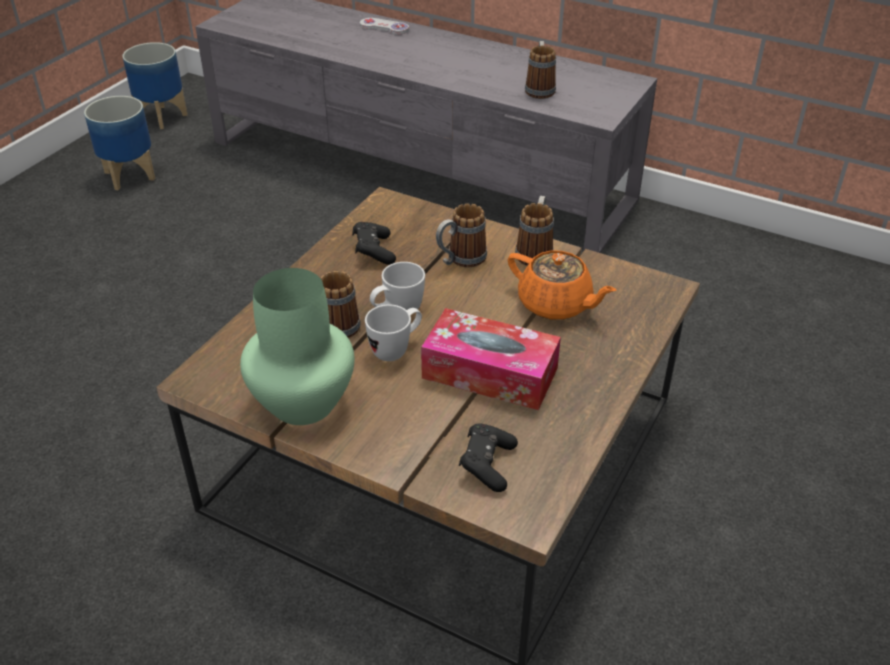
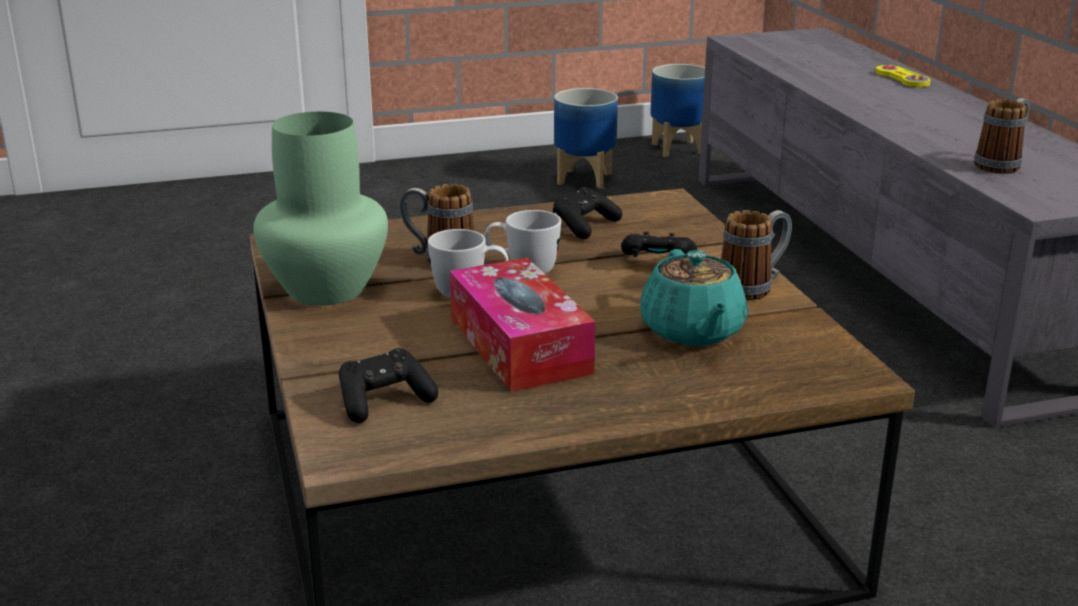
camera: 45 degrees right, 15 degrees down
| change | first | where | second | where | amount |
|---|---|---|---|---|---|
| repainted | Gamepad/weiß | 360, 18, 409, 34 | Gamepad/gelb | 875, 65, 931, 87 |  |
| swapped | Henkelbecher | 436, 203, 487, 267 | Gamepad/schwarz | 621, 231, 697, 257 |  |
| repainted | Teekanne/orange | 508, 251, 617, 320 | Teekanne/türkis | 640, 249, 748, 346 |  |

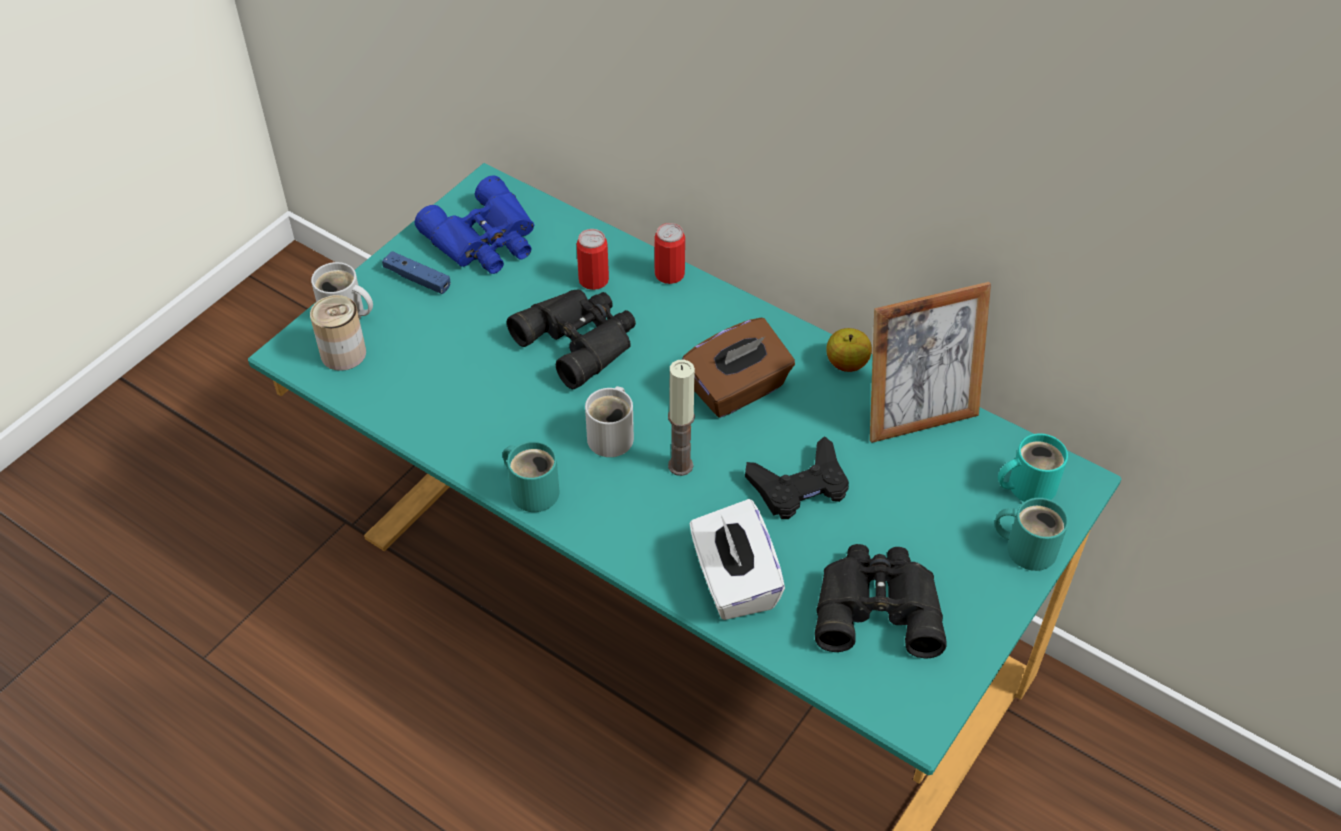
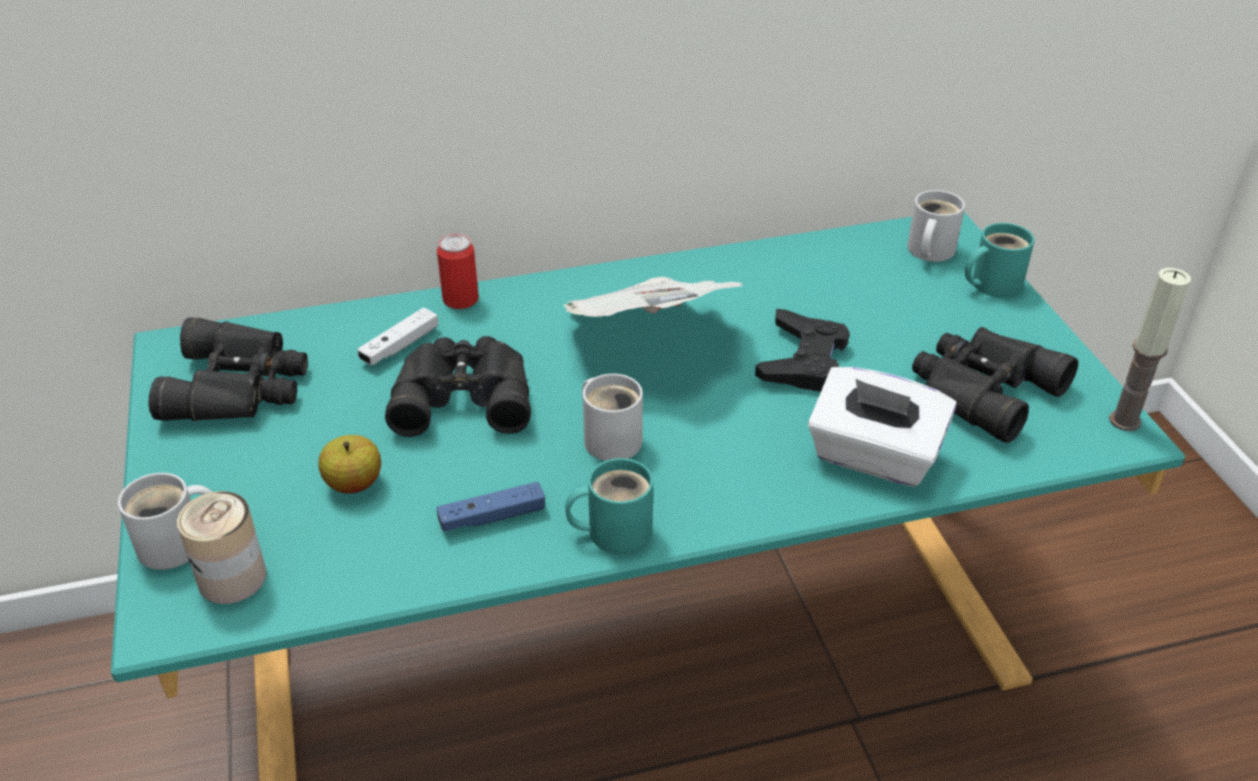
camera: 50 degrees left, 10 degrees down
| change | first | where | second | where | amount |
|---|---|---|---|---|---|
| repainted | Fernglas/blau | 415, 175, 535, 274 | Fernglas/schwarz | 149, 318, 308, 421 |  |
| swapped | Dose | 577, 229, 609, 290 | Gamepad/weiß | 357, 307, 438, 365 |  |
| shifted | Gamepad/blau | 382, 251, 450, 294 |  | 437, 482, 545, 532 |  |
| gone | Bilderrahmen | 870, 282, 991, 443 |  |  |  |
| swapped | Taschentuchbox/braun | 682, 318, 795, 418 | Zeitung | 563, 277, 742, 317 |  |
| shifted | Apfel | 827, 328, 872, 372 |  | 318, 435, 381, 493 |  |
| shifted | Kerze | 668, 359, 695, 476 |  | 1109, 268, 1191, 431 |  |
| repainted | Henkelbecher/türkis | 998, 433, 1068, 502 | Henkelbecher/weiß | 907, 190, 965, 262 |  |

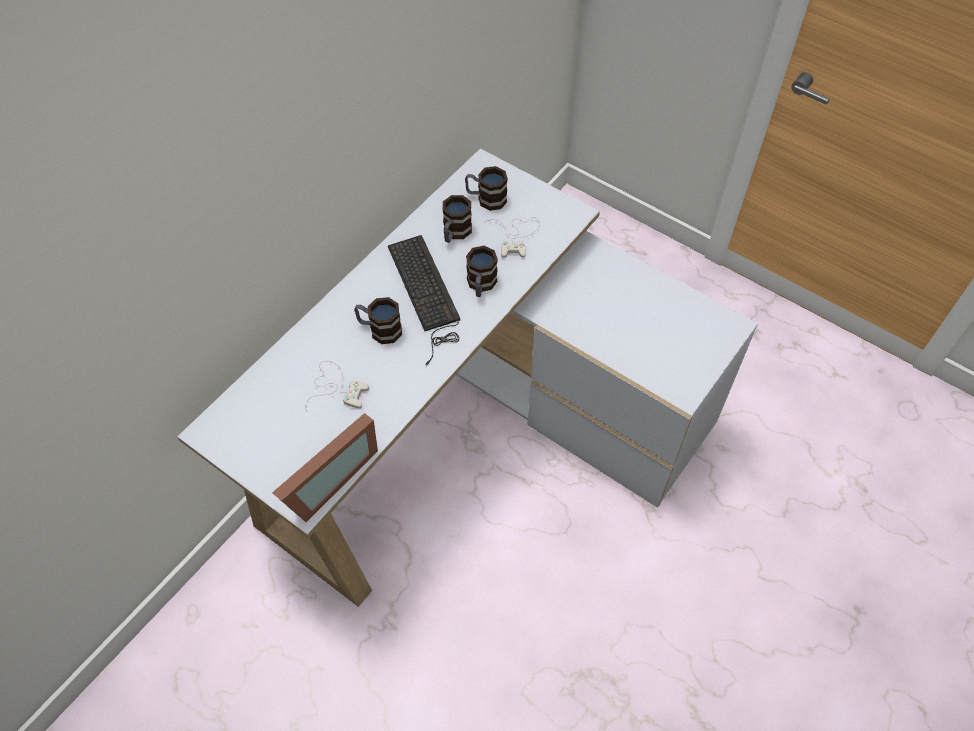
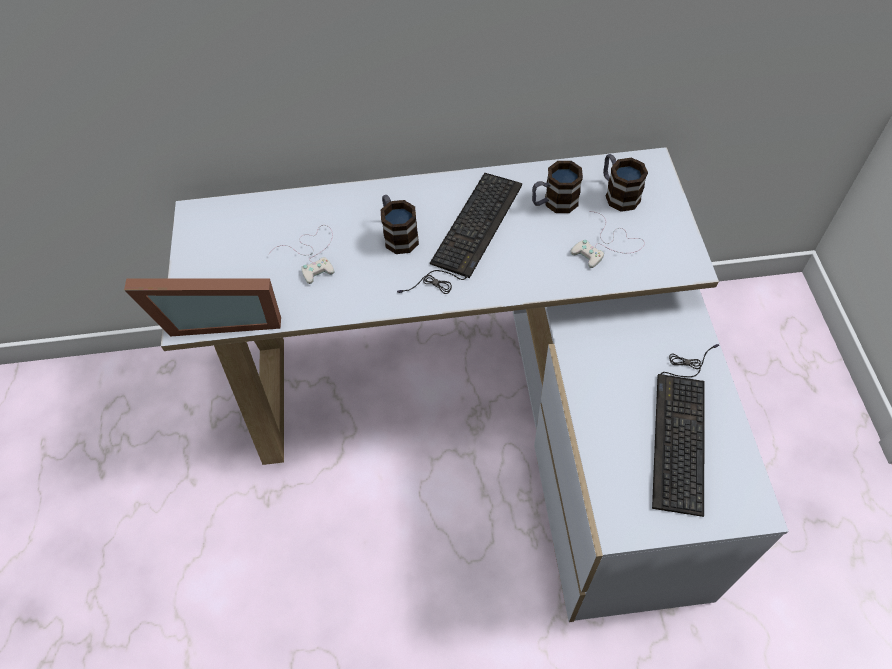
camera: 50 degrees right, 0 degrees up
| change | first | where | second | where | amount |
|---|---|---|---|---|---|
| gone | Henkelbecher | 466, 246, 498, 297 |  |  |  |
| new |  |  | Tastatur | 652, 344, 719, 517 |  |

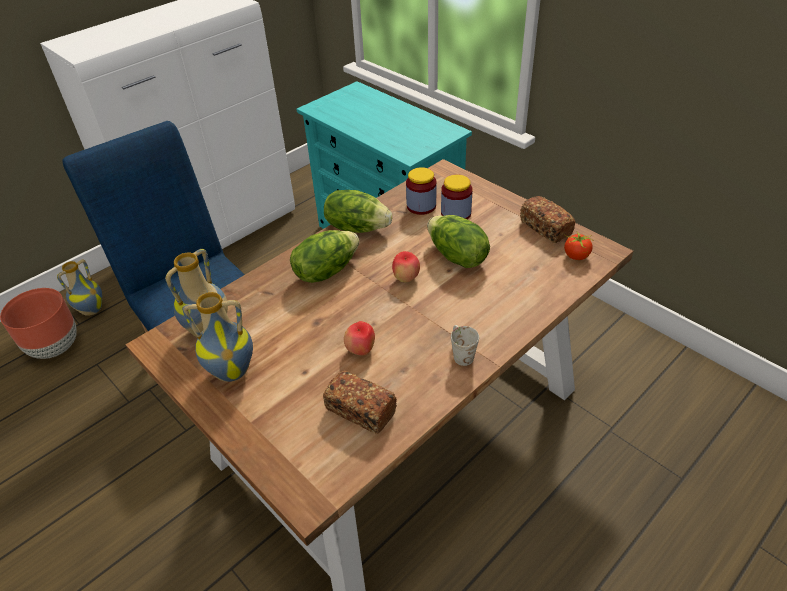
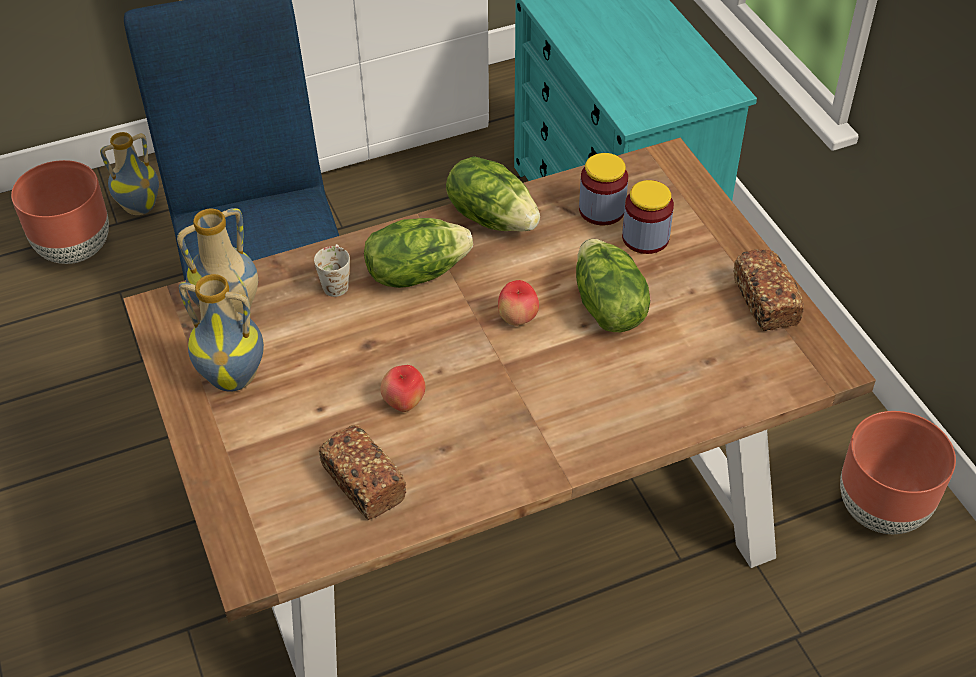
camera: 20 degrees right, 5 degrees up
| change | first | where | second | where | amount |
|---|---|---|---|---|---|
| gone | Tomate | 564, 232, 594, 260 |  |  |  |
| shifted | Henkelbecher/weiß | 451, 325, 479, 366 |  | 314, 244, 350, 297 |  |
| new |  |  | Pflanzkübel/braun | 840, 411, 956, 534 |  |

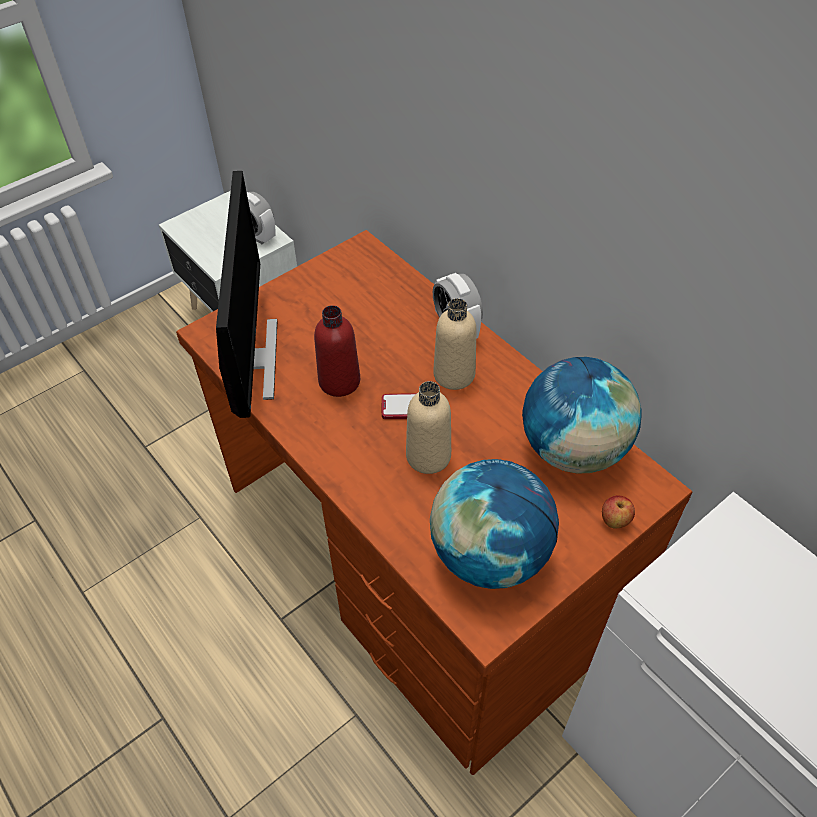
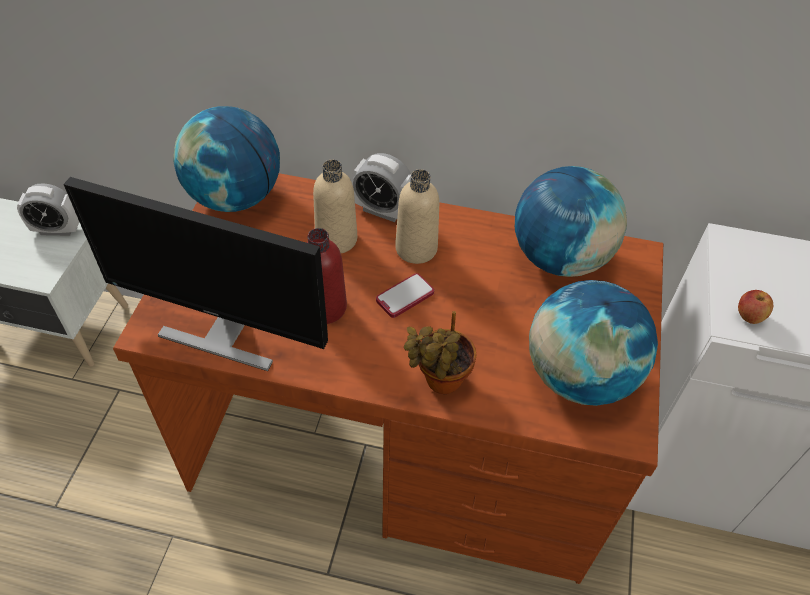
camera: 40 degrees left, 0 degrees up
| change | first | where | second | where | amount |
|---|---|---|---|---|---|
| rotated | Monitor | 216, 171, 277, 418 |  | 63, 177, 328, 371 | 150 degrees clockwise |
| shifted | Flasche/beige | 406, 381, 451, 474 |  | 313, 160, 357, 253 |  |
| shifted | Apfel | 602, 495, 635, 529 |  | 738, 290, 773, 324 |  |
| new |  |  | Globus | 173, 106, 280, 212 |  |
| new |  |  | Topfpflanze | 404, 311, 477, 394 |  |

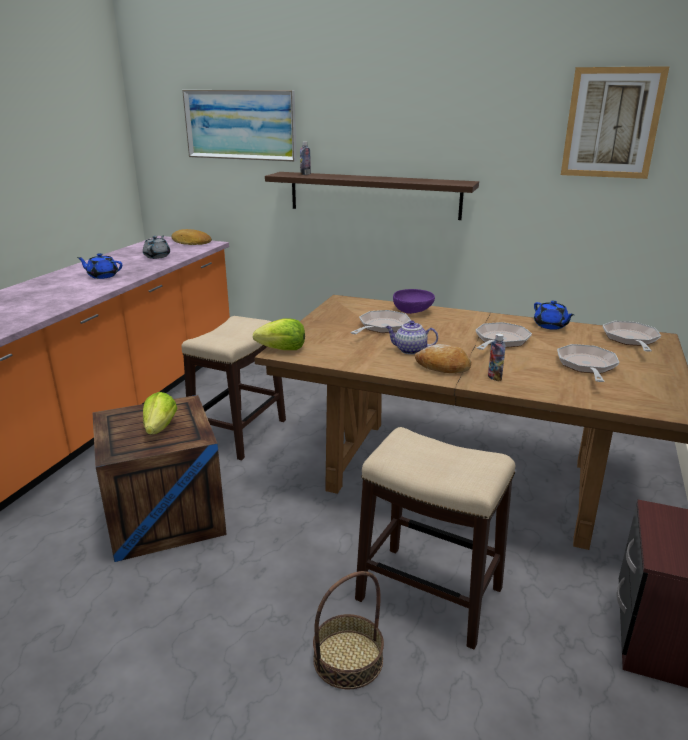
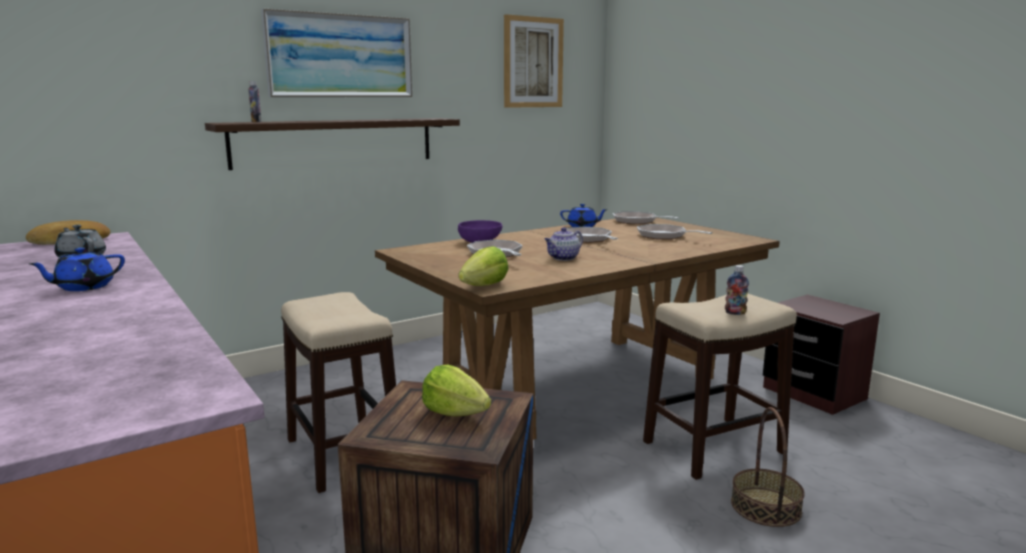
camera: 55 degrees left, 10 degrees down
| change | first | where | second | where | amount |
|---|---|---|---|---|---|
| shifted | Bild | 182, 90, 297, 162 |  | 261, 9, 412, 97 |  |
| shifted | Flasche | 488, 333, 506, 381 |  | 725, 265, 749, 315 |  |
| gone | Brot | 415, 344, 471, 373 |  |  |  |

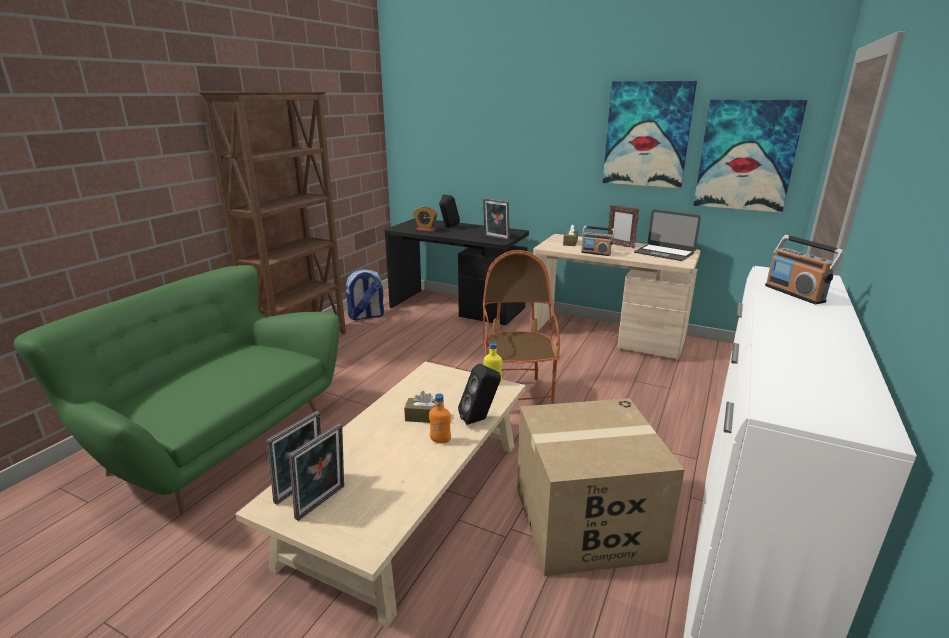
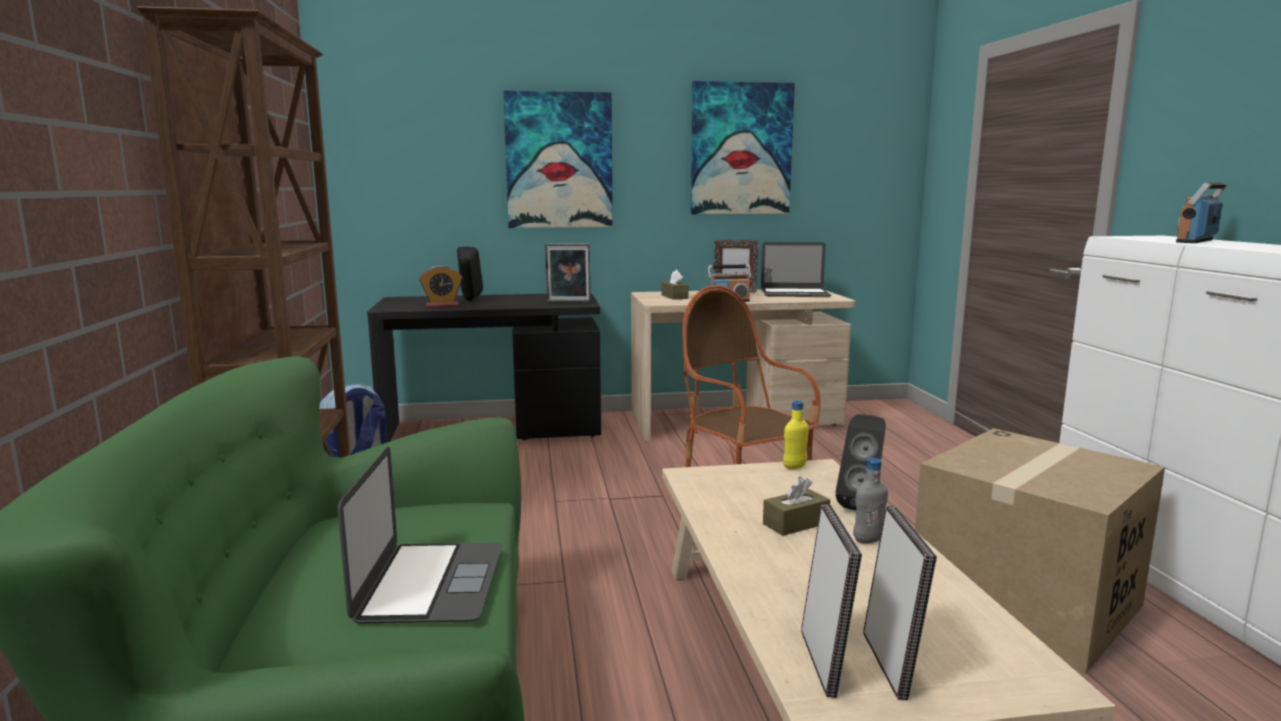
camera: 35 degrees left, 10 degrees down
| change | first | where | second | where | amount |
|---|---|---|---|---|---|
| shifted | Bild | 693, 99, 807, 213 |  | 503, 90, 613, 228 |  |
| rotated | Radio | 765, 235, 845, 304 |  | 1176, 182, 1227, 243 | 105 degrees clockwise |
| repainted | Flasche/orange | 429, 393, 451, 443 | Flasche/grau | 853, 458, 888, 544 |  |
| new |  |  | Laptop | 337, 447, 502, 624 |  |

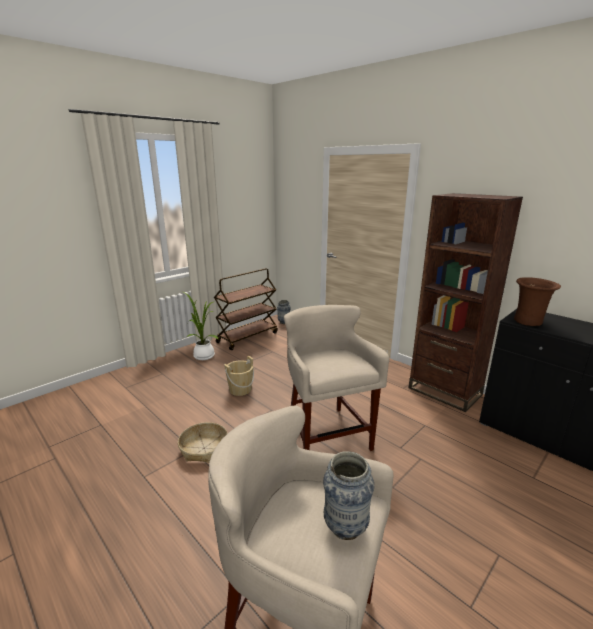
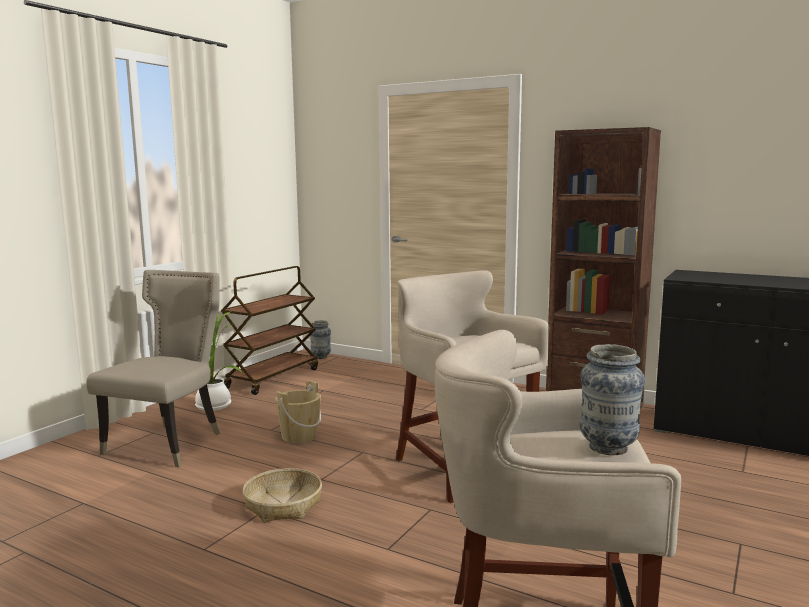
camera: 15 degrees left, 10 degrees down
| change | first | where | second | where | amount |
|---|---|---|---|---|---|
| gone | Vase/braun | 514, 278, 561, 326 |  |  |  |
| new |  |  | Stuhl/beige | 86, 270, 220, 467 |  |

